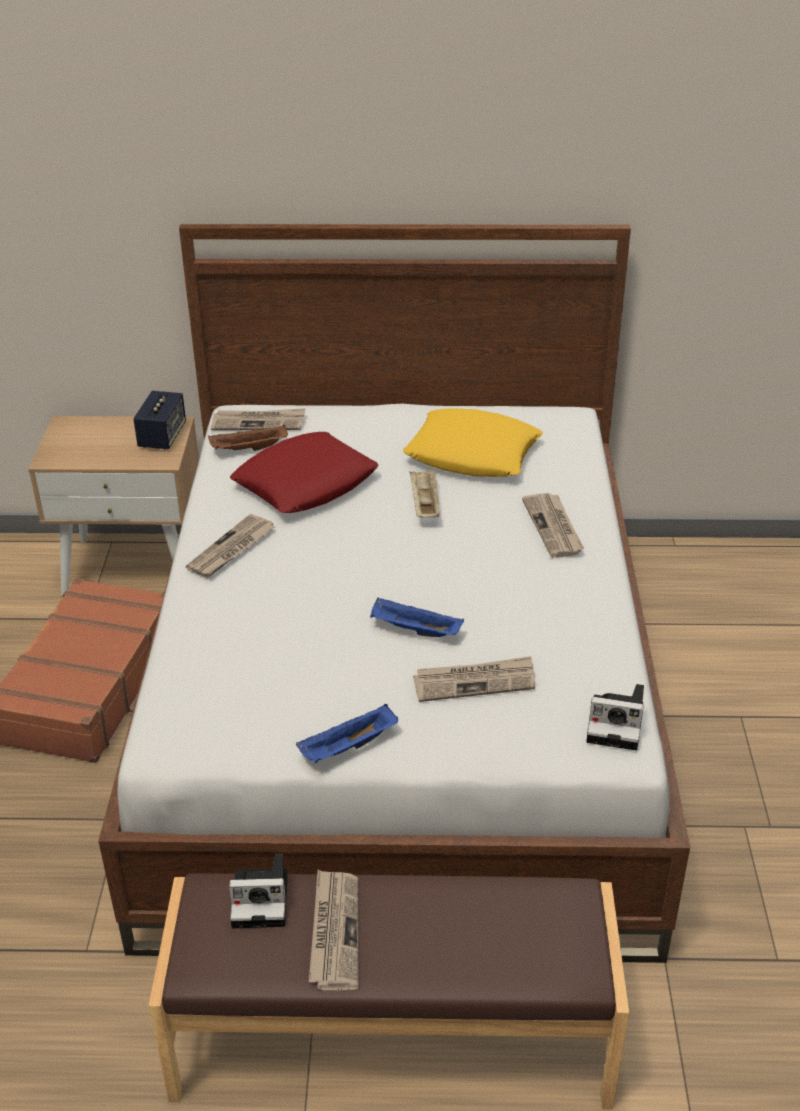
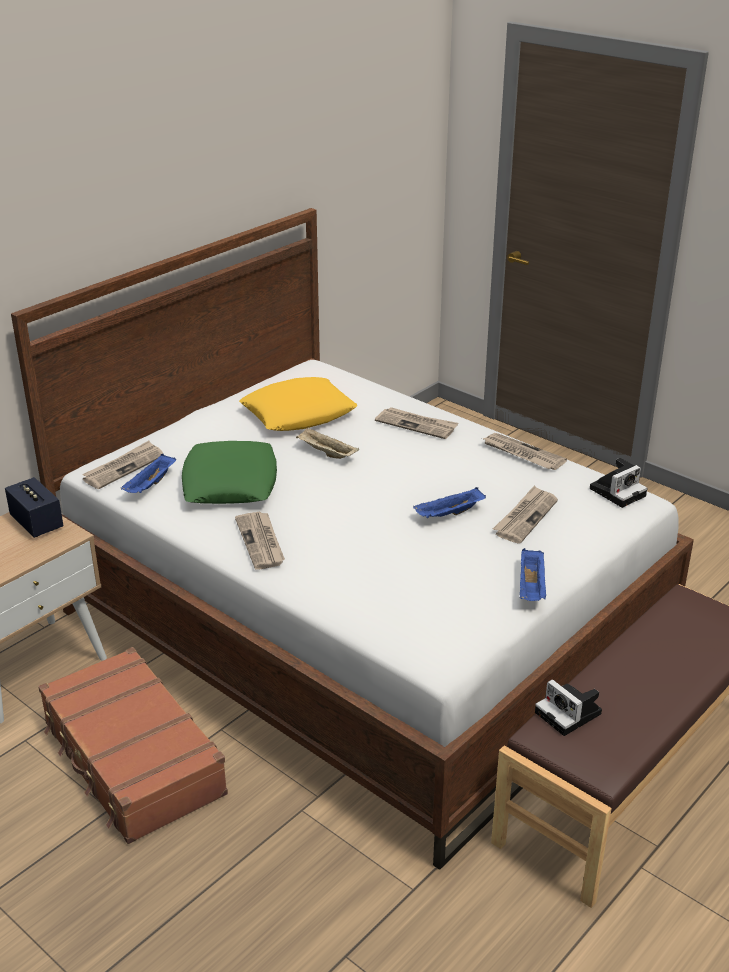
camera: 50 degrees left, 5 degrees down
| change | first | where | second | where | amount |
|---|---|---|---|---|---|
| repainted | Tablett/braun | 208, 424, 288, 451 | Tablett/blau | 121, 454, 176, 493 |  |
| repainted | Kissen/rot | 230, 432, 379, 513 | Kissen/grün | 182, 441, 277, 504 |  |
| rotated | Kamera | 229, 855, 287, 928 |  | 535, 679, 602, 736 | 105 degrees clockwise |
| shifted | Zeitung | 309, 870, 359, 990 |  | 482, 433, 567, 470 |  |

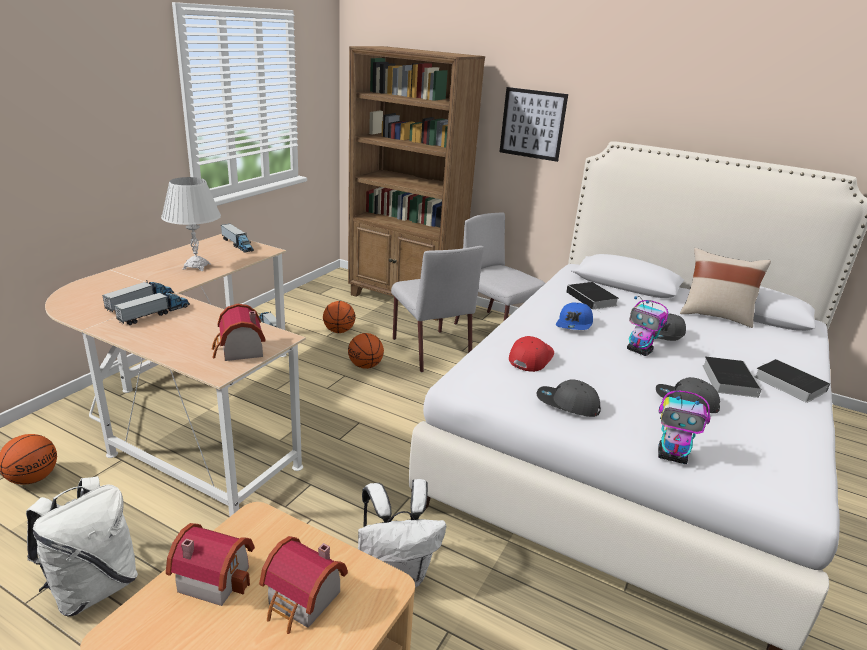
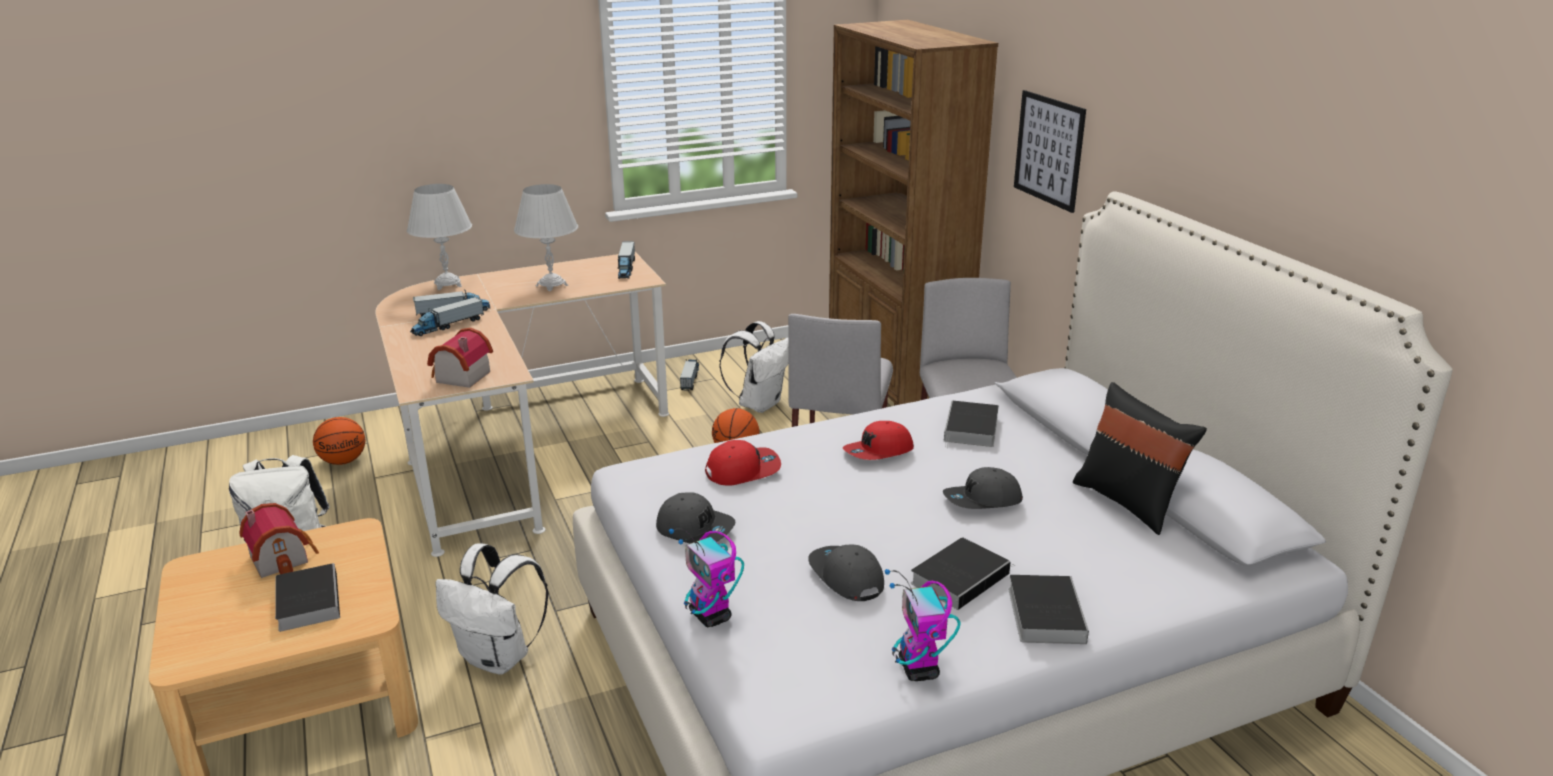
camera: 40 degrees right, 0 degrees up
| change | first | where | second | where | amount |
|---|---|---|---|---|---|
| repainted | Kissen/beige | 680, 248, 771, 328 | Kissen/schwarz | 1073, 382, 1207, 535 |  |
| rotated | Spielzeuglaster | 114, 290, 190, 325 |  | 410, 297, 484, 336 | 150 degrees clockwise |
| shifted | Spielzeugroboter | 627, 296, 668, 356 |  | 885, 569, 961, 681 |  |
| swapped | Basketball | 323, 301, 356, 333 | Rucksack/weiß | 719, 321, 789, 413 |  |
| repainted | Kappe/blau | 556, 303, 593, 330 | Kappe/rot | 843, 421, 914, 460 |  |
| rotated | Kappe/grau | 537, 379, 601, 417 |  | 656, 493, 735, 543 | 150 degrees clockwise |
| swapped | Spielzeughaus | 259, 536, 348, 634 | Buch | 275, 563, 340, 632 |  |
| new |  |  | Tischlampe/weiß | 407, 184, 472, 290 |  |

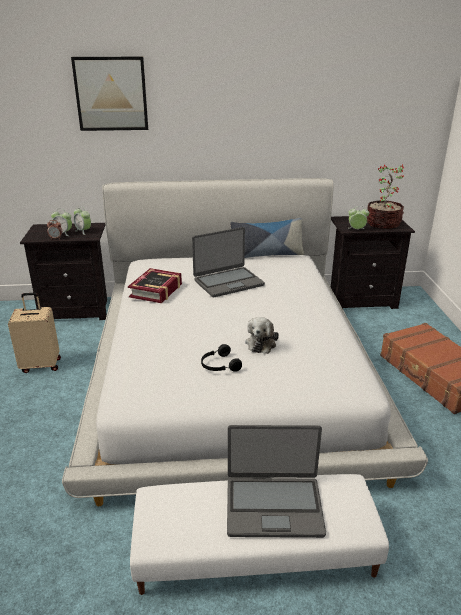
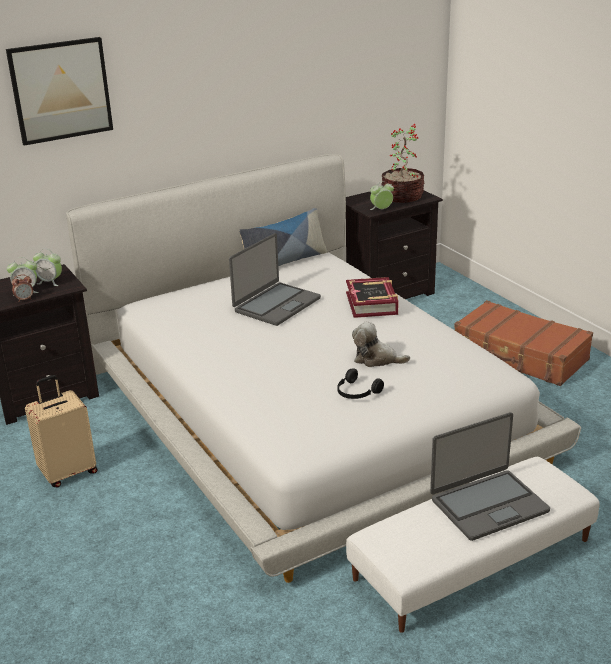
camera: 25 degrees left, 0 degrees up
| change | first | where | second | where | amount |
|---|---|---|---|---|---|
| shifted | Buch | 128, 268, 182, 303 |  | 346, 277, 399, 318 |  |
| rotated | Plüschtier | 245, 317, 279, 354 |  | 352, 321, 410, 367 | 120 degrees clockwise |

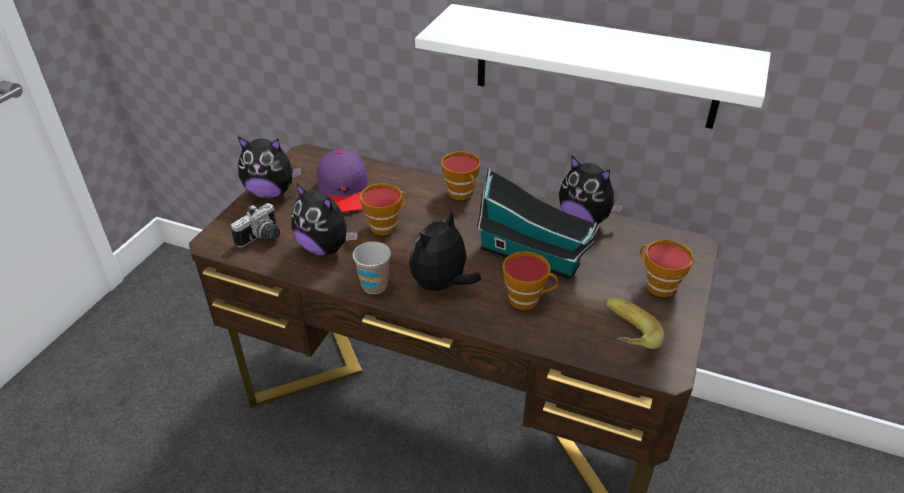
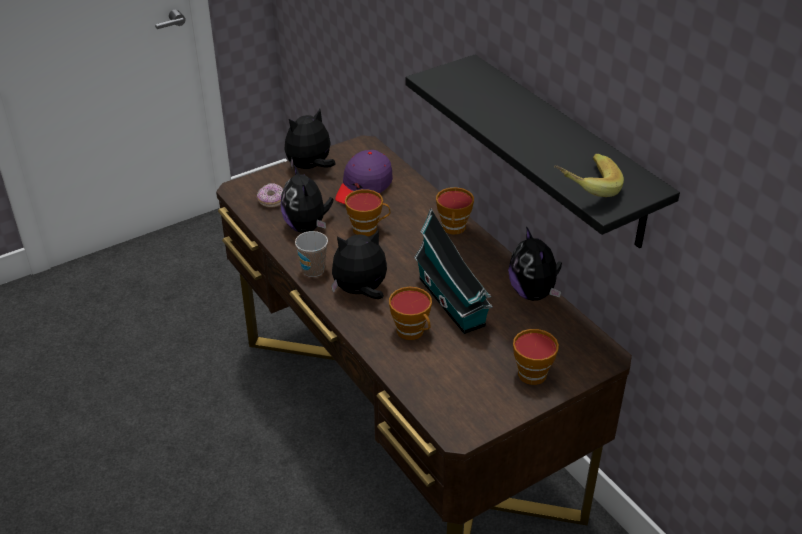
camera: 35 degrees right, 0 degrees up
| change | first | where | second | where | amount |
|---|---|---|---|---|---|
| repainted | Wandregal/weiß | 415, 4, 771, 129 | Wandregal/schwarz | 405, 55, 680, 249 |  |
| rotated | Plüschtier | 238, 137, 301, 198 |  | 284, 109, 336, 169 | 105 degrees clockwise |
| swapped | Kamera | 231, 203, 280, 247 | Donut | 257, 183, 283, 208 |  |
| shifted | Banane | 604, 298, 664, 349 |  | 554, 153, 624, 197 |  |

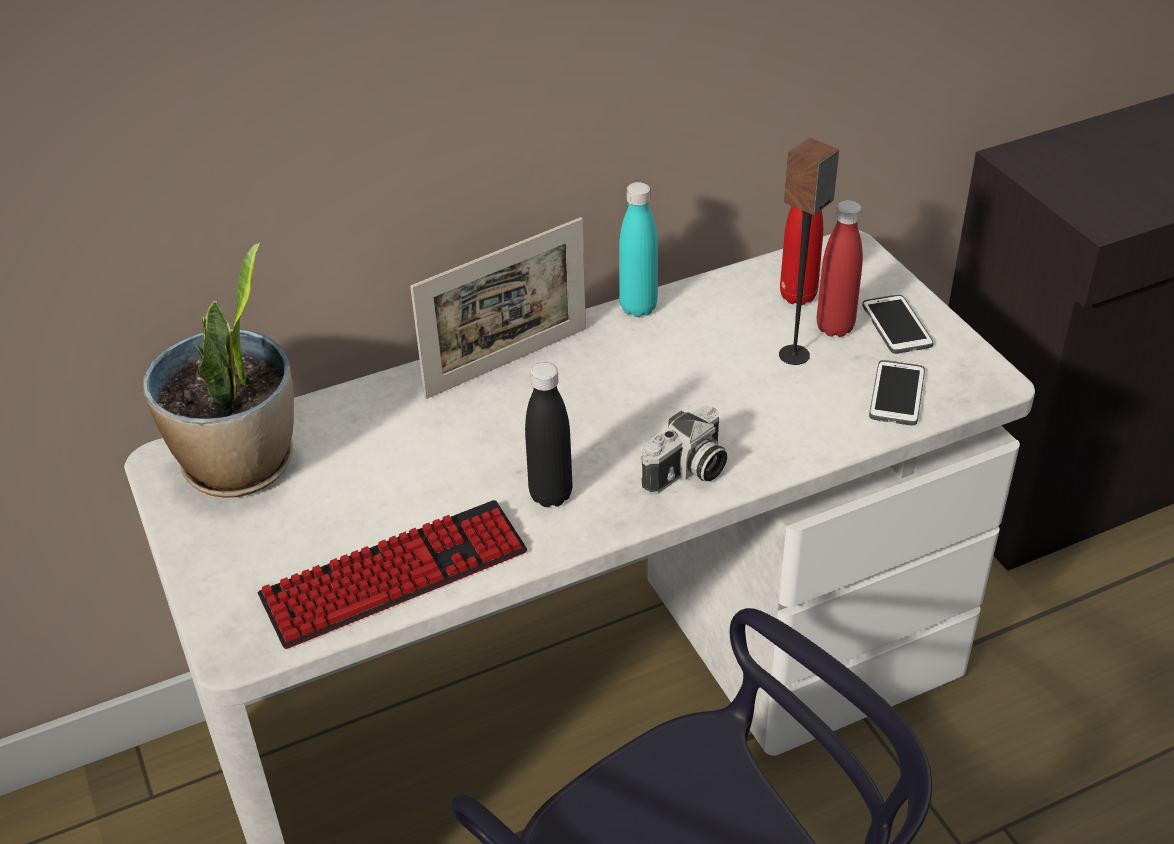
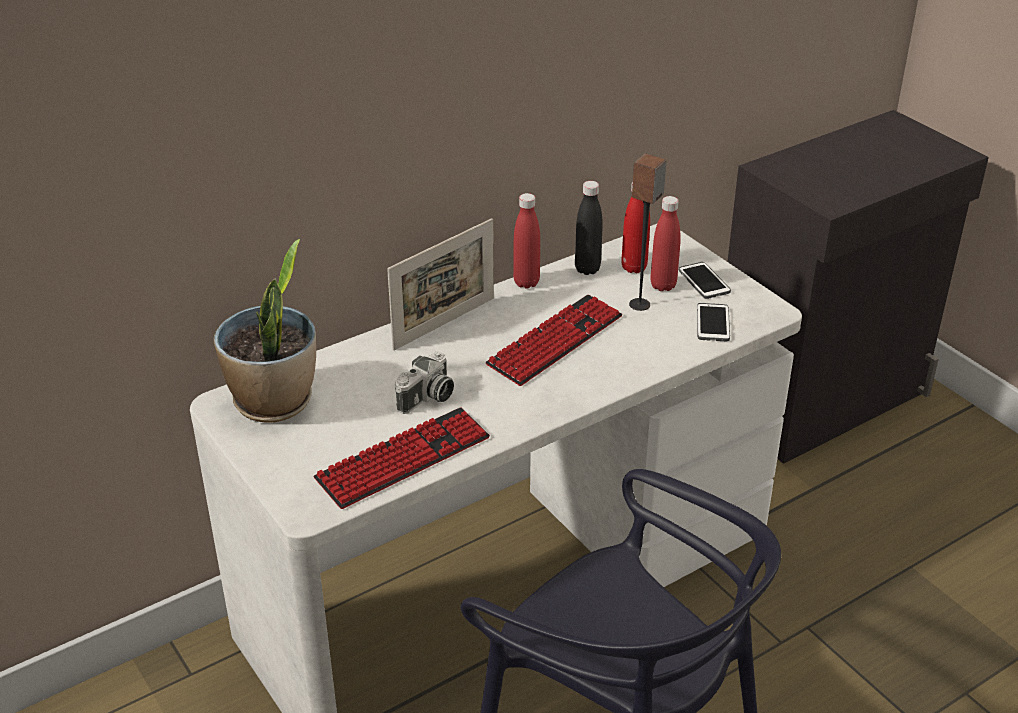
camera: 10 degrees left, 5 degrees down
| change | first | where | second | where | amount |
|---|---|---|---|---|---|
| repainted | Flasche/türkis | 619, 182, 658, 317 | Flasche/rot | 513, 193, 540, 289 |  |
| shifted | Flasche/schwarz | 525, 362, 573, 507 |  | 575, 181, 603, 275 |  |
| shifted | Kamera | 642, 405, 727, 495 |  | 395, 351, 454, 414 |  |
| new |  |  | Tastatur | 486, 295, 622, 386 |  |

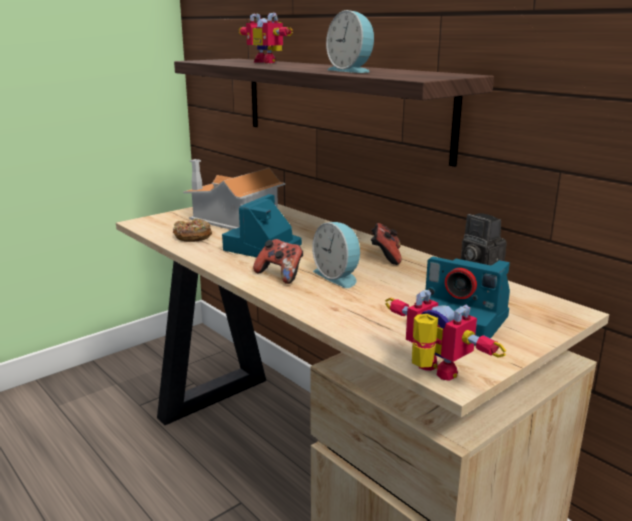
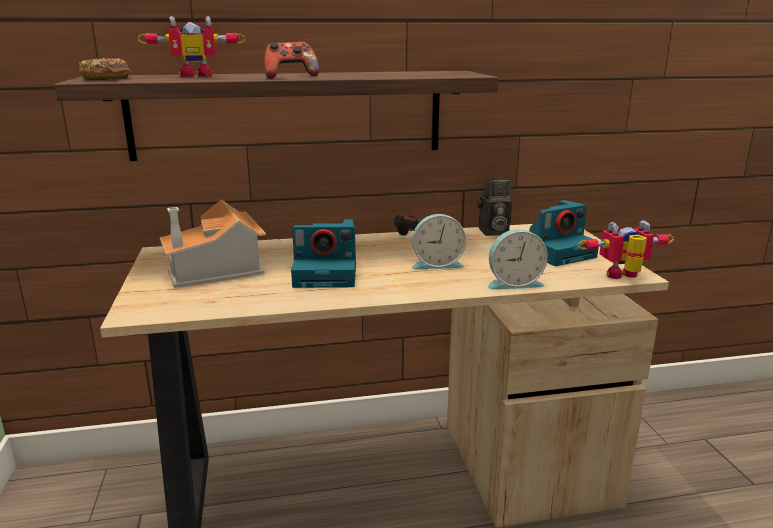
camera: 60 degrees left, 0 degrees up
| change | first | where | second | where | amount |
|---|---|---|---|---|---|
| shifted | Wecker | 326, 10, 375, 73 |  | 488, 229, 548, 290 |  |
| rotated | Kamera | 222, 194, 302, 257 |  | 291, 219, 356, 288 | 60 degrees counterclockwise |
| shifted | Donut | 173, 218, 212, 242 |  | 79, 58, 131, 80 |  |
| shifted | Gamepad | 253, 239, 303, 284 |  | 264, 42, 319, 78 |  |

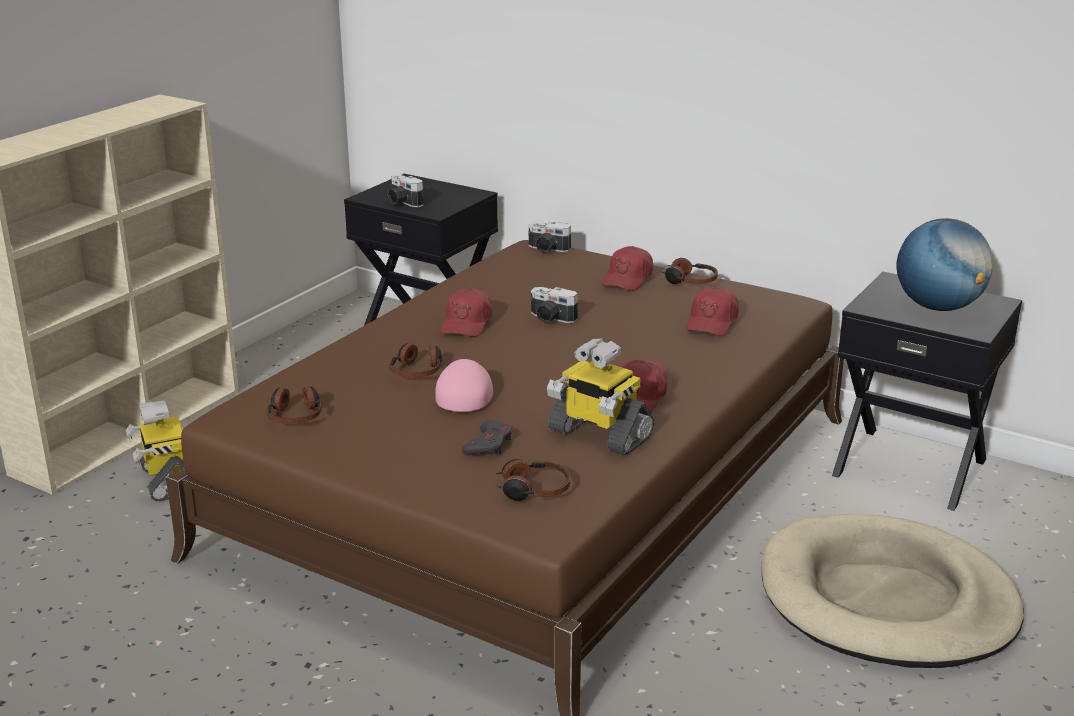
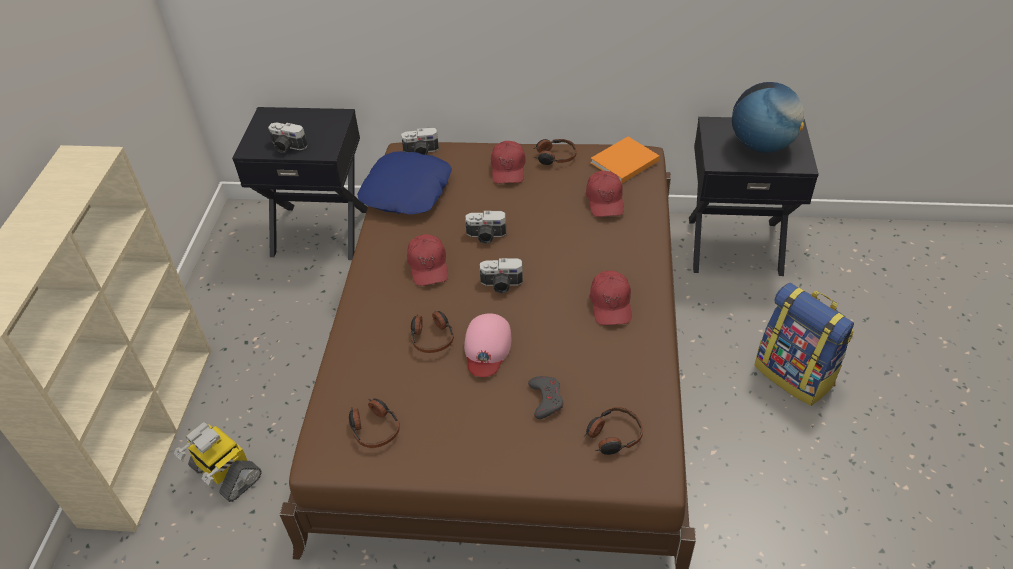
camera: 25 degrees left, 20 degrees up
| change | first | where | second | where | amount |
|---|---|---|---|---|---|
| gone | Spielzeugroboter | 547, 338, 654, 455 |  |  |  |
| rotated | Kappe/rosa | 435, 359, 493, 412 |  | 464, 313, 511, 377 | 150 degrees counterclockwise |
| swapped | Hundebett/beige | 762, 514, 1024, 668 | Rucksack | 755, 283, 854, 406 |  |
| new |  |  | Buch/orange | 590, 137, 660, 183 |  |
| new |  |  | Kissen/blau | 357, 151, 452, 215 |  |
| new |  |  | Kamera | 480, 258, 523, 293 |  |

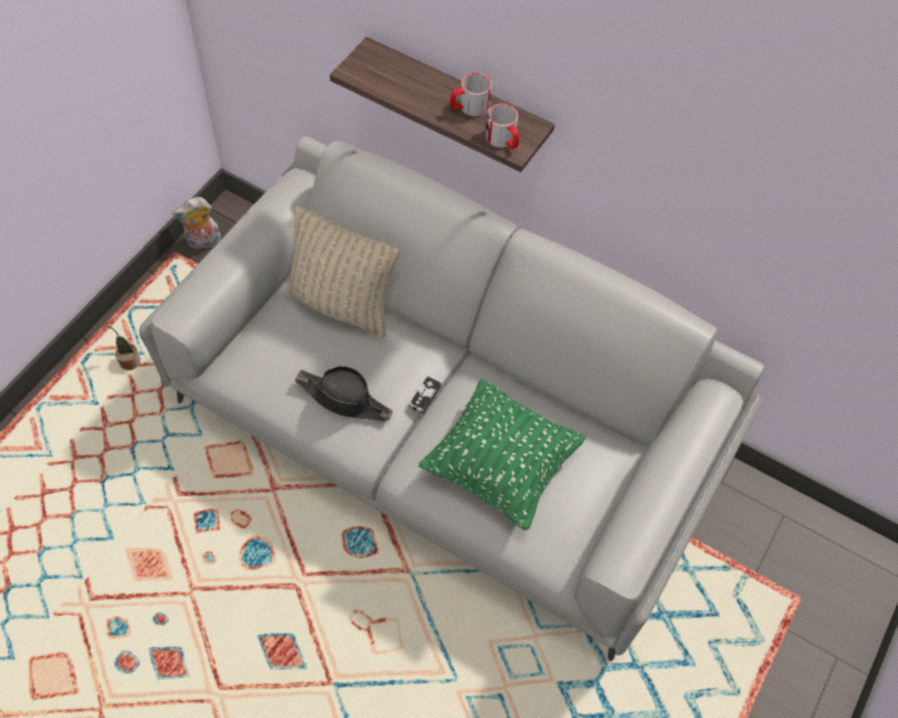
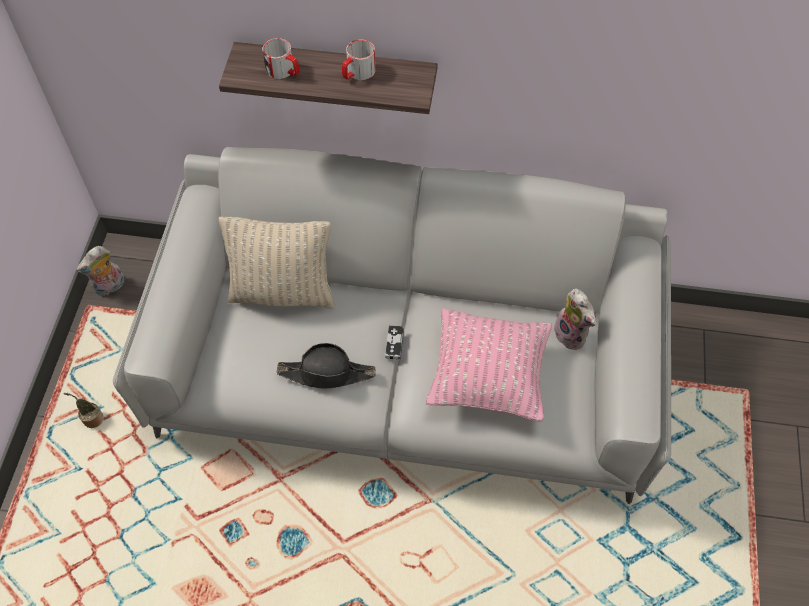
camera: 20 degrees left, 0 degrees up
| change | first | where | second | where | amount |
|---|---|---|---|---|---|
| shifted | Henkelbecher | 485, 104, 519, 149 |  | 262, 38, 300, 79 |  |
| repainted | Kissen/grün | 418, 378, 586, 531 | Kissen/rosa | 425, 308, 552, 422 |  |
| new |  |  | Plüschtier | 554, 288, 596, 350 |  |

